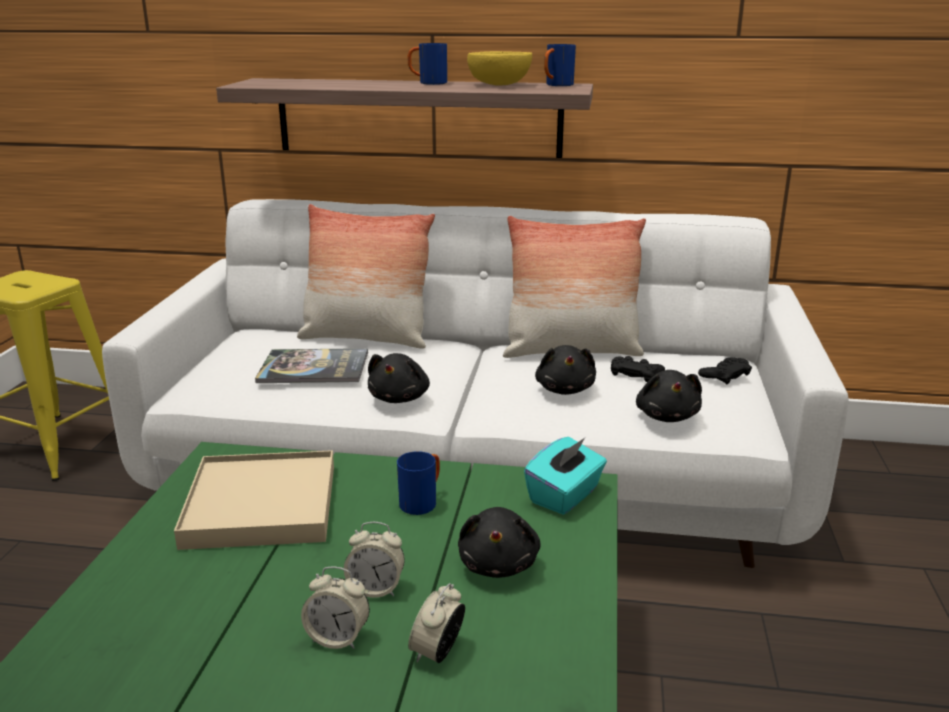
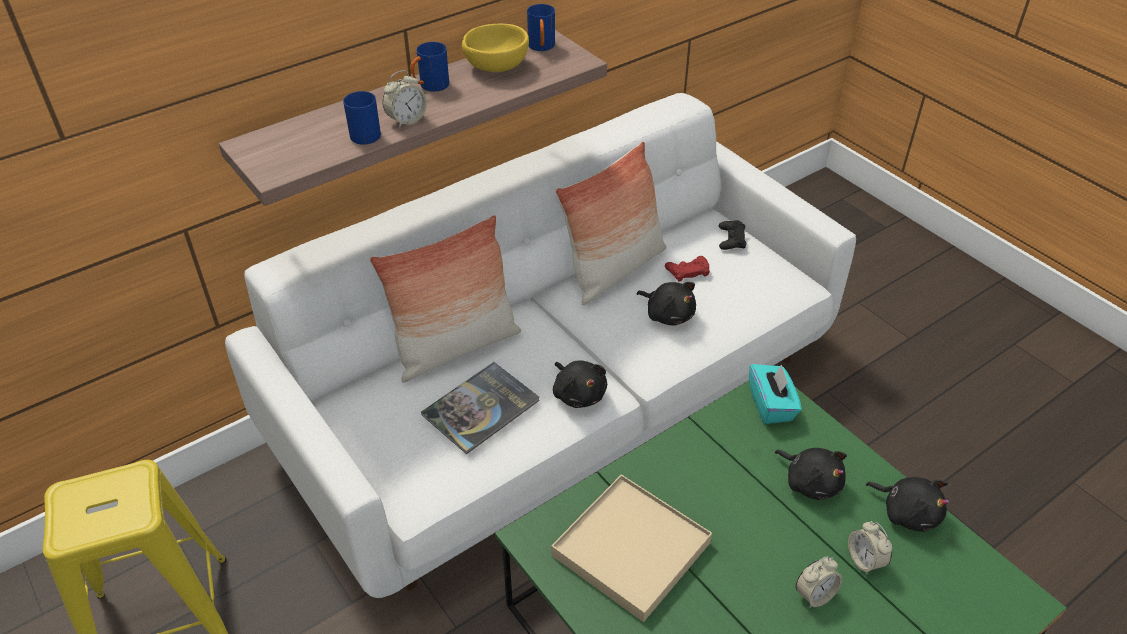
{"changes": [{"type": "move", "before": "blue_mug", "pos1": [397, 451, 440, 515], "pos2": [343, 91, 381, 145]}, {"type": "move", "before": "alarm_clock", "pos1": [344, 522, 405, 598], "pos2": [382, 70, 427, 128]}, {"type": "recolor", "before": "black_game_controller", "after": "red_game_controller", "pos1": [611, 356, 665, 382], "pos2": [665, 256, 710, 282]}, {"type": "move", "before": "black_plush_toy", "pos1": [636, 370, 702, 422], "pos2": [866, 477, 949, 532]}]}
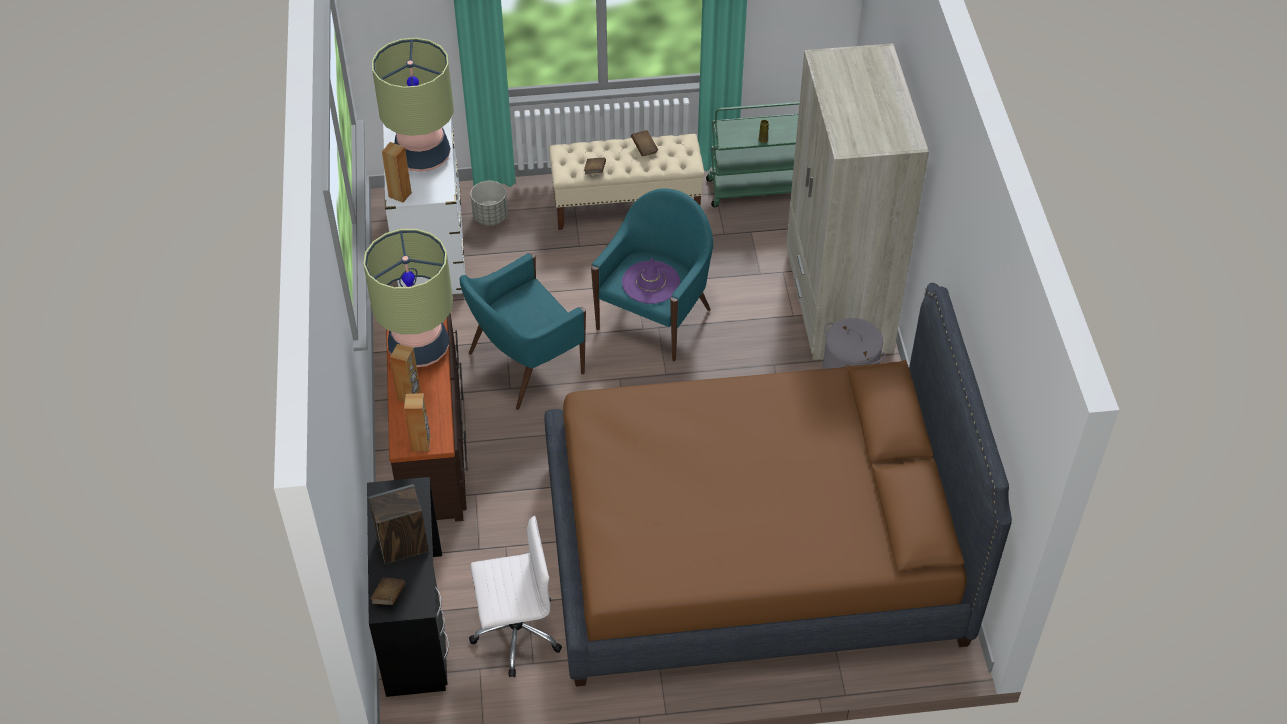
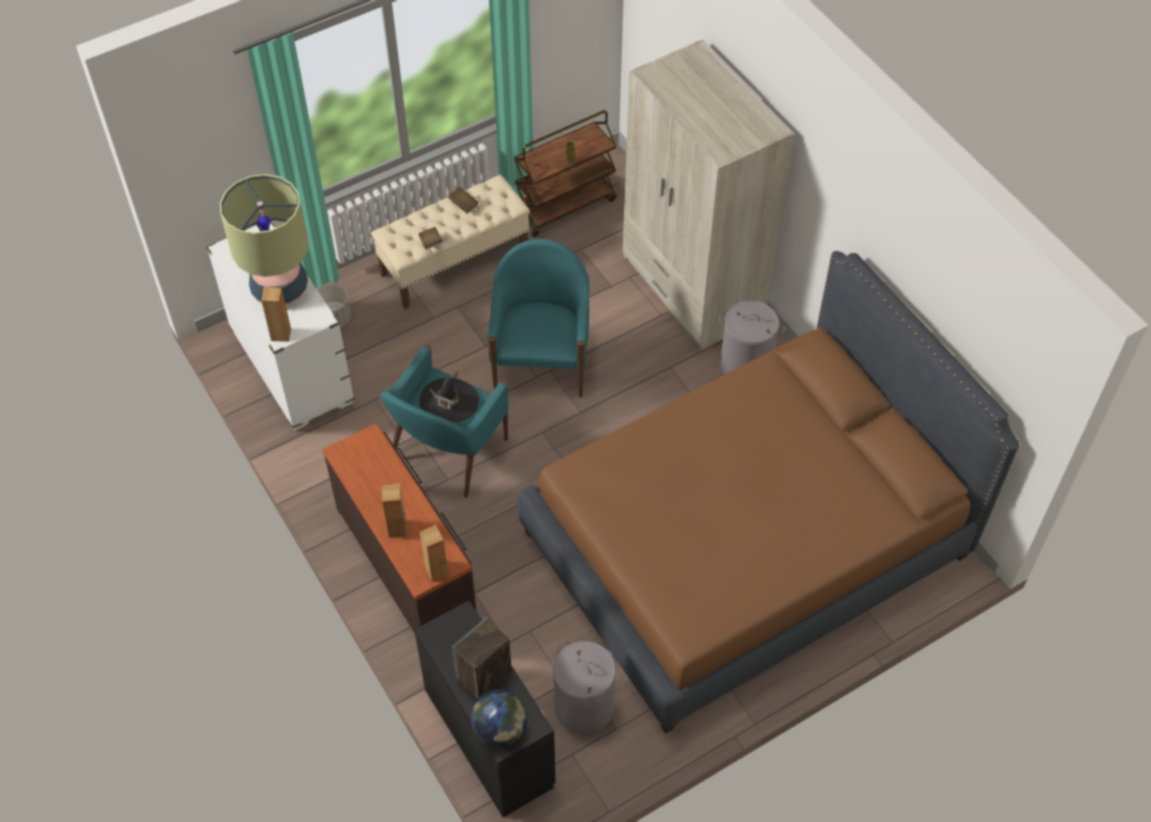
{"changes": [{"type": "insert", "after": "black_hat", "pos2": [419, 371, 479, 422]}, {"type": "replace", "before": "brown_book", "after": "globe", "pos1": [370, 578, 406, 605], "pos2": [471, 689, 528, 747]}, {"type": "recolor", "before": "green_cart", "after": "brown_cart", "pos1": [706, 102, 800, 207], "pos2": [514, 110, 617, 237]}, {"type": "replace", "before": "white_office_chair", "after": "grey_laundry_basket", "pos1": [469, 516, 562, 677], "pos2": [553, 641, 616, 734]}, {"type": "delete", "before": "table_lamp", "pos1": [363, 229, 453, 367]}, {"type": "delete", "before": "purple_hat", "pos1": [622, 257, 680, 304]}]}
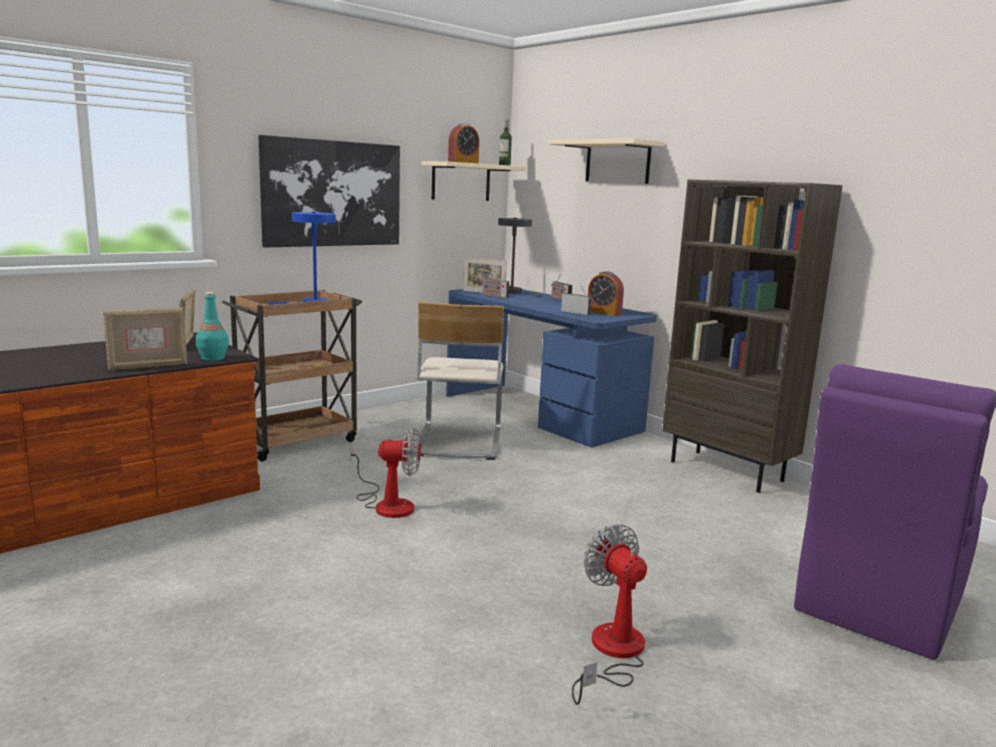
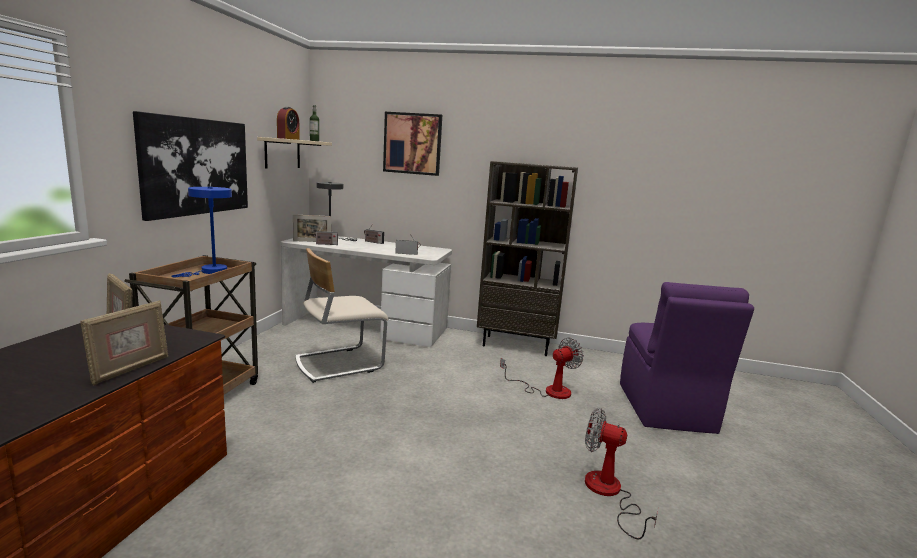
{"changes": [{"type": "recolor", "before": "blue_desk", "after": "white_desk", "pos1": [446, 289, 657, 447], "pos2": [281, 236, 452, 347]}, {"type": "rotate", "before": "beige_chair", "pos1": [414, 302, 504, 460], "pos2": [295, 248, 389, 383], "turn": 90}, {"type": "replace", "before": "beige_shelf", "after": "picture", "pos1": [549, 138, 664, 184], "pos2": [383, 112, 442, 176]}, {"type": "move", "before": "fan", "pos1": [350, 427, 421, 518], "pos2": [500, 338, 584, 399]}, {"type": "delete", "before": "turquoise_bottle", "pos1": [196, 292, 229, 361]}, {"type": "delete", "before": "alarm_clock", "pos1": [588, 271, 624, 316]}]}
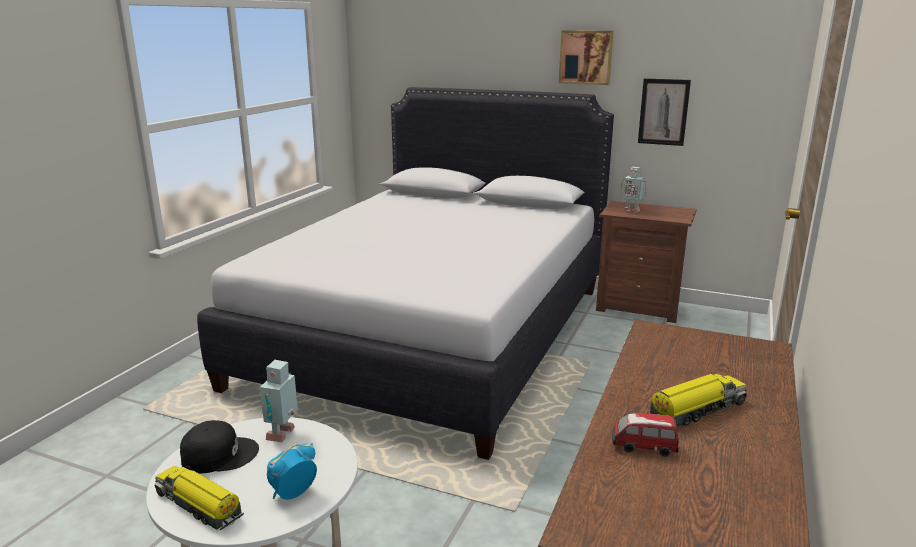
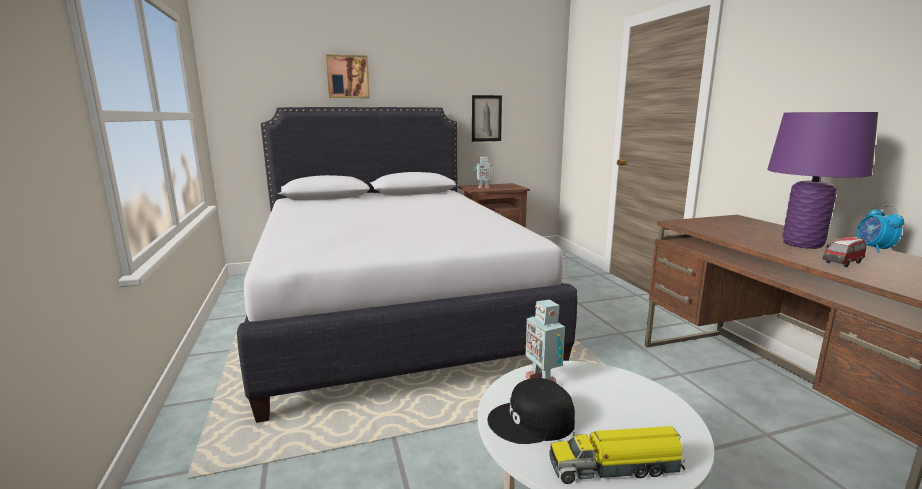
{"changes": [{"type": "move", "before": "picture", "pos1": [559, 30, 614, 85], "pos2": [326, 54, 370, 98]}, {"type": "rotate", "before": "black_cap", "pos1": [180, 420, 259, 474], "pos2": [488, 378, 575, 444], "turn": -135}, {"type": "replace", "before": "toy_truck", "after": "purple_table_lamp", "pos1": [647, 373, 747, 426], "pos2": [767, 112, 878, 249]}, {"type": "move", "before": "alarm_clock", "pos1": [267, 443, 317, 500], "pos2": [857, 205, 904, 253]}]}
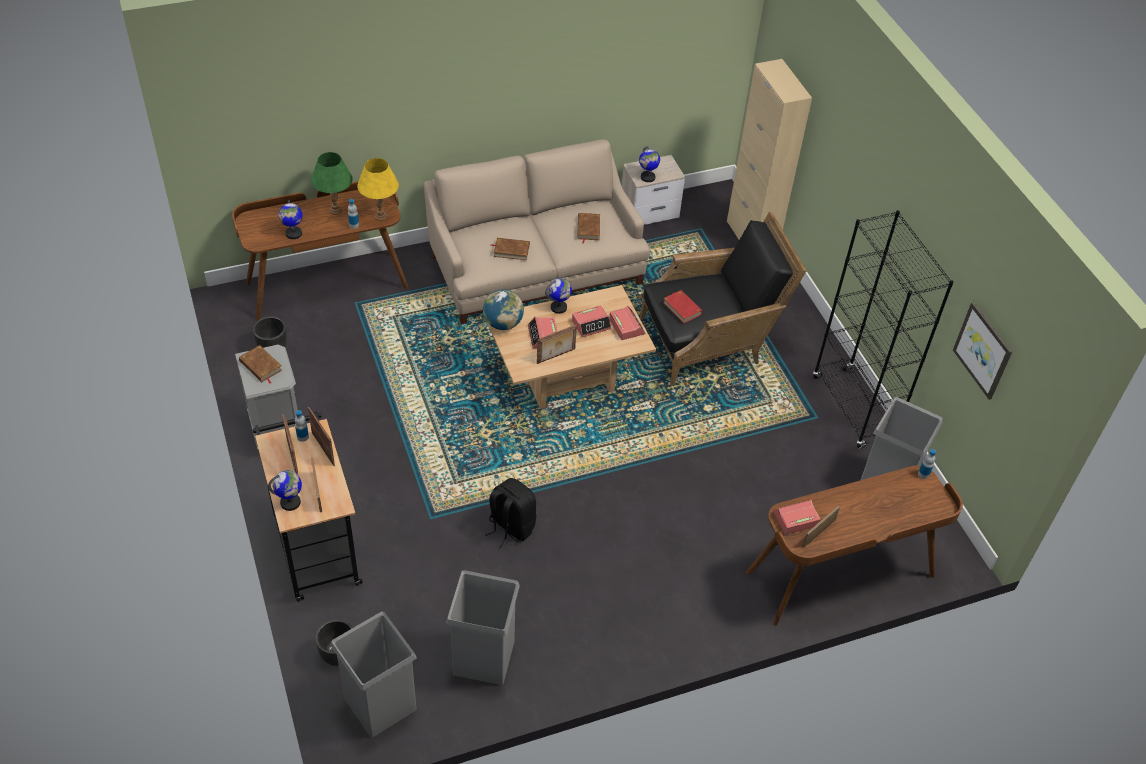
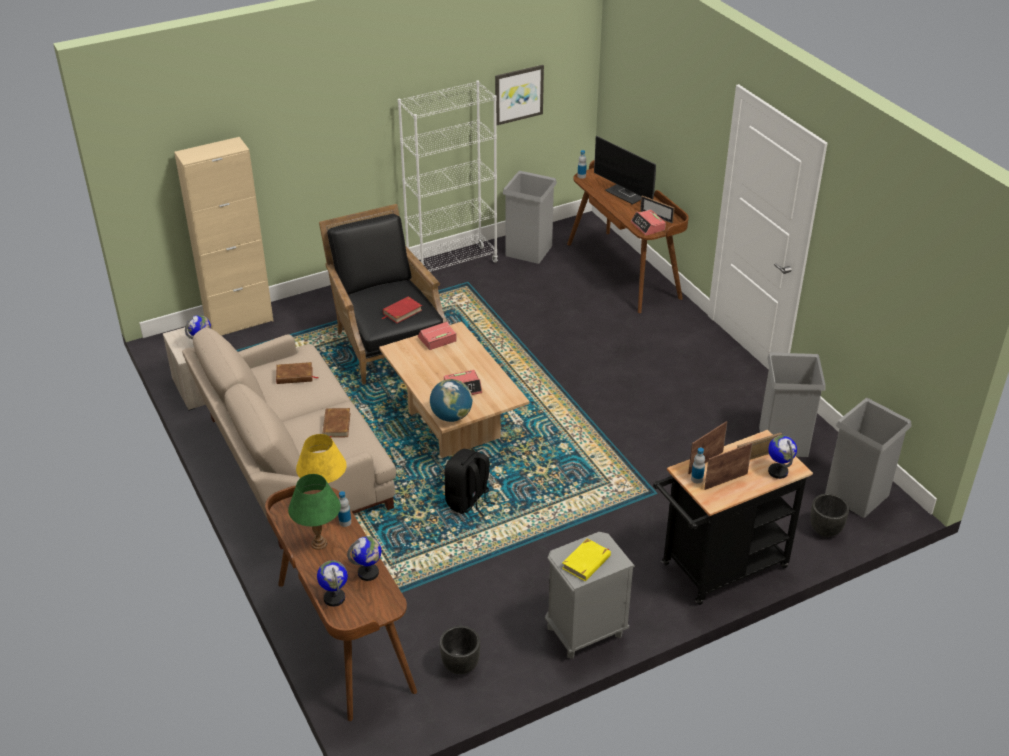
{"changes": [{"type": "move", "before": "globe", "pos1": [545, 278, 572, 314], "pos2": [317, 560, 348, 607]}, {"type": "recolor", "before": "black_bookcase", "after": "white_bookcase", "pos1": [813, 211, 954, 448], "pos2": [398, 80, 498, 272]}, {"type": "move", "before": "black_backpack", "pos1": [485, 478, 536, 548], "pos2": [445, 449, 496, 516]}, {"type": "recolor", "before": "brown_book", "after": "yellow_book", "pos1": [239, 345, 282, 383], "pos2": [562, 538, 611, 581]}, {"type": "insert", "after": "monitor", "pos2": [594, 136, 656, 205]}, {"type": "delete", "before": "picture_frame", "pos1": [536, 324, 577, 364]}, {"type": "delete", "before": "alarm_clock", "pos1": [572, 305, 611, 337]}]}
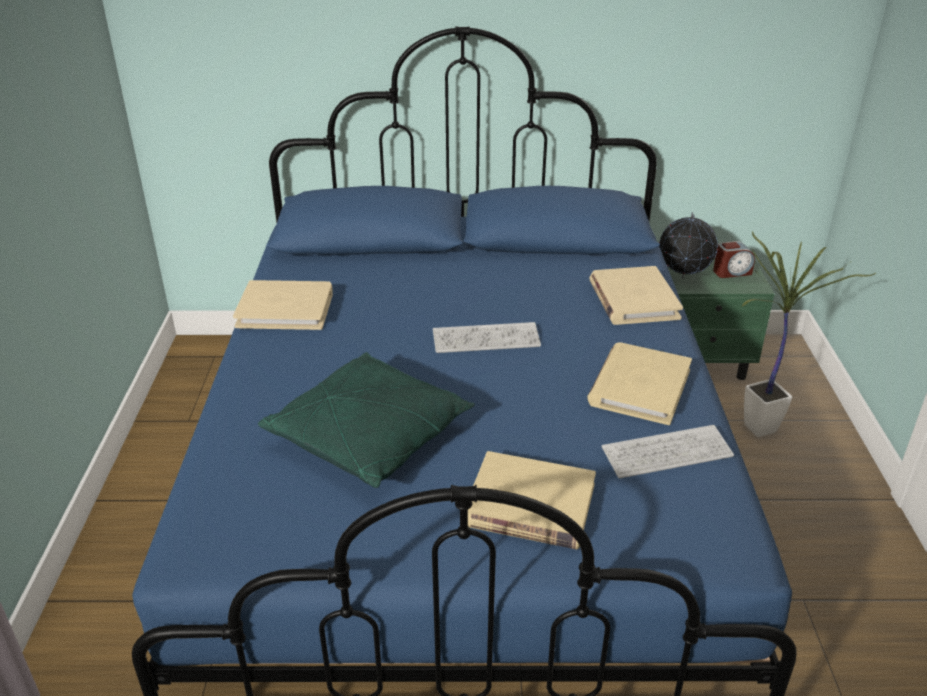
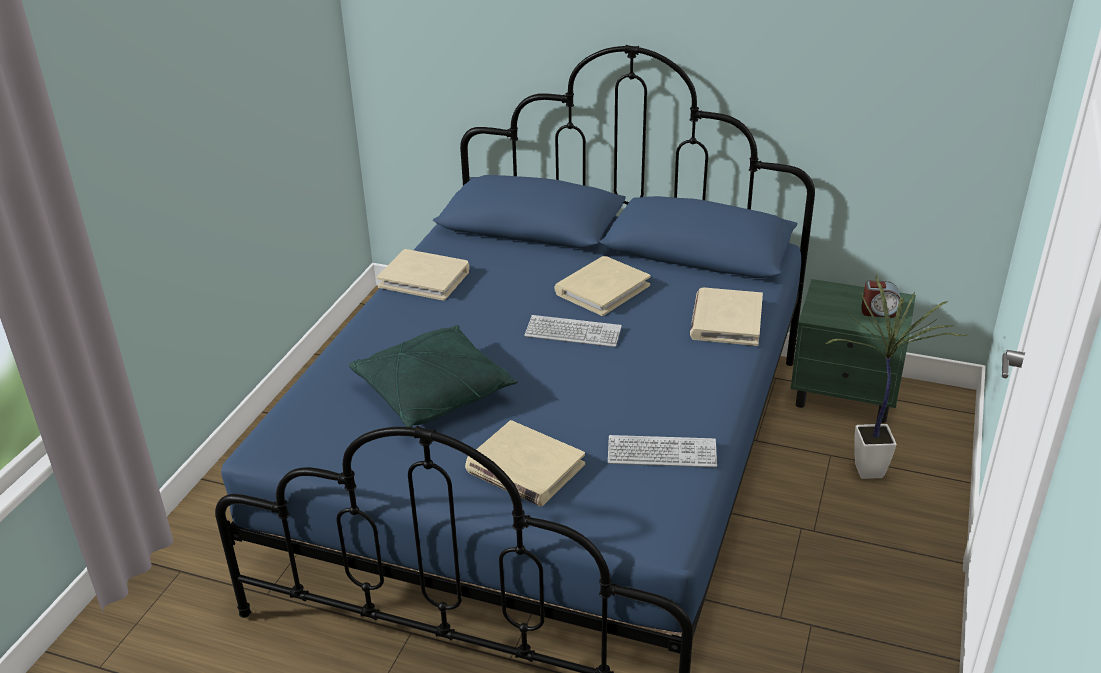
{"changes": [{"type": "move", "before": "beige_book", "pos1": [587, 342, 692, 425], "pos2": [555, 256, 651, 316]}, {"type": "delete", "before": "globe", "pos1": [659, 212, 718, 279]}]}
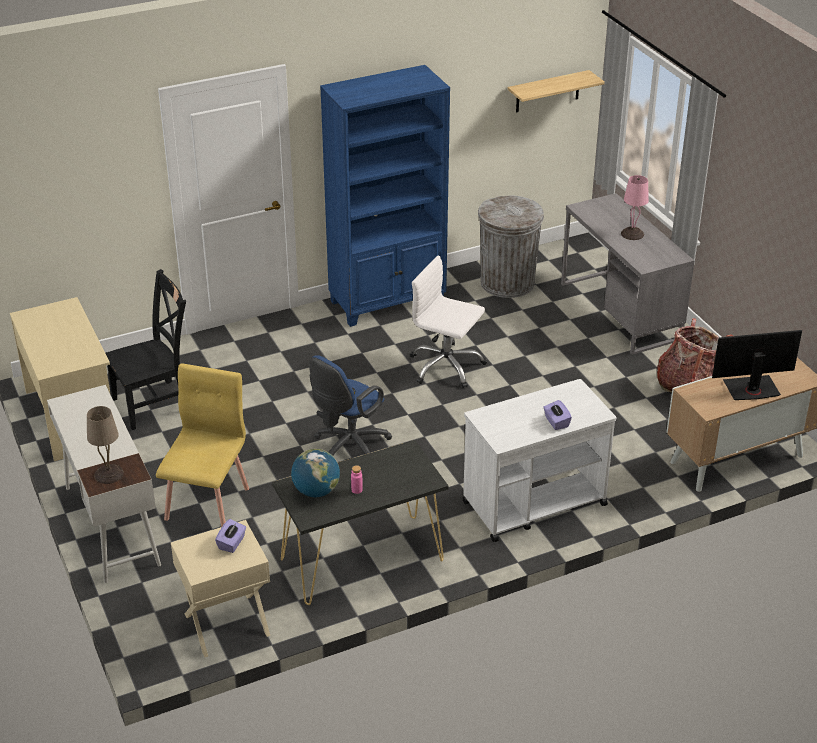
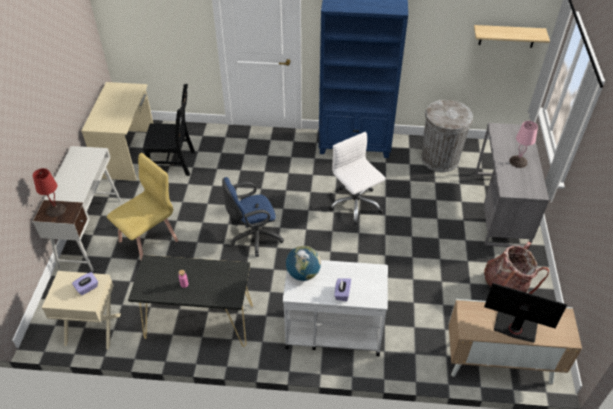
{"changes": [{"type": "recolor", "before": "beige_table_lamp", "after": "red_table_lamp", "pos1": [87, 406, 124, 484], "pos2": [33, 168, 66, 217]}, {"type": "move", "before": "globe", "pos1": [291, 449, 340, 497], "pos2": [286, 246, 321, 281]}]}
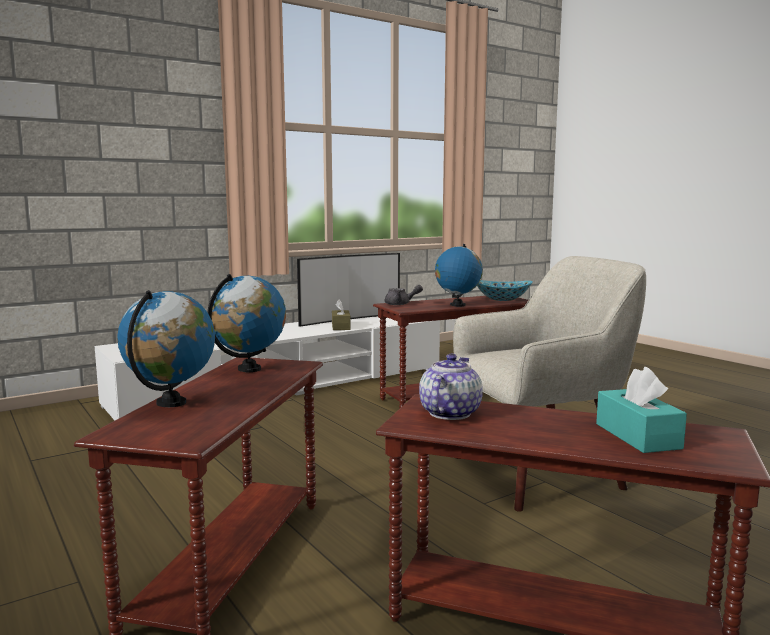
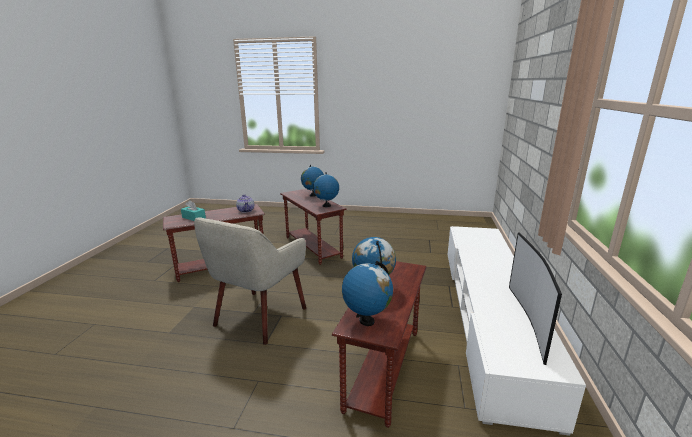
{"changes": [{"type": "replace", "before": "bowl", "after": "globe", "pos1": [477, 280, 533, 301], "pos2": [342, 261, 393, 326]}, {"type": "delete", "before": "brown_tissue_box", "pos1": [332, 299, 351, 330]}, {"type": "delete", "before": "grey_teapot", "pos1": [385, 285, 423, 305]}]}
